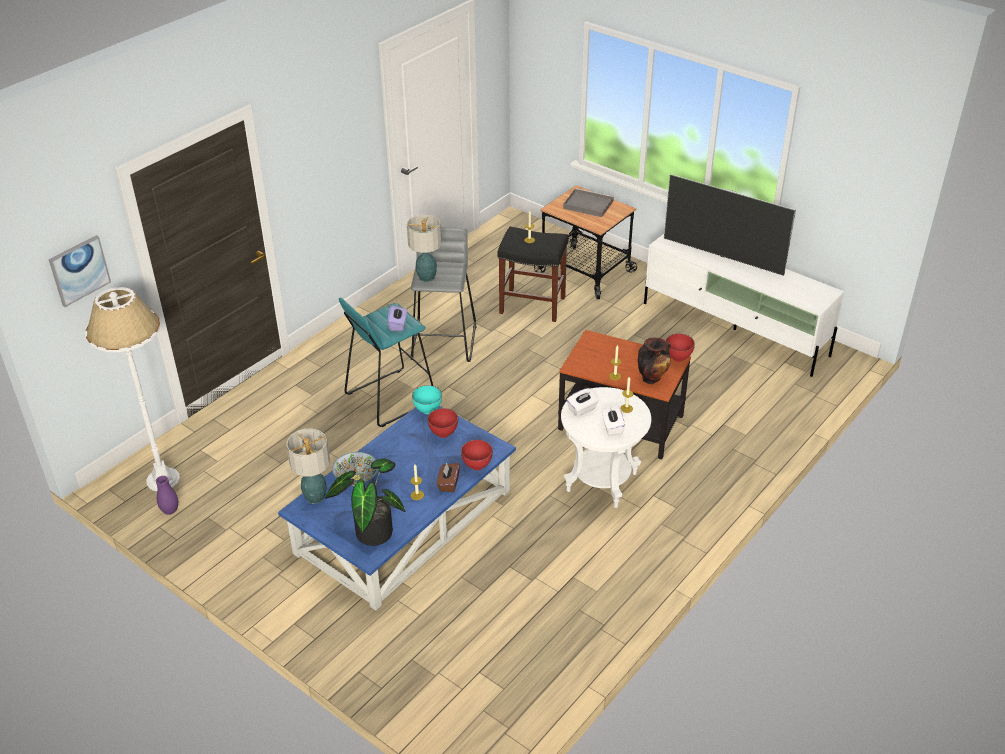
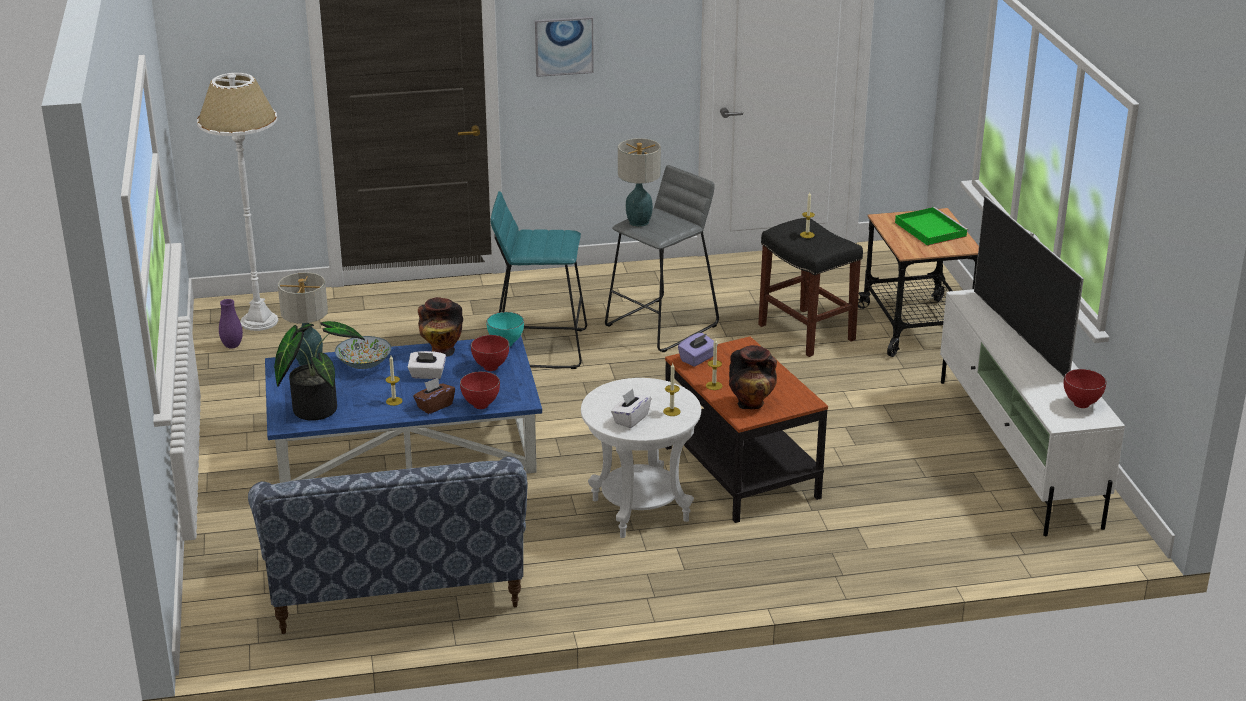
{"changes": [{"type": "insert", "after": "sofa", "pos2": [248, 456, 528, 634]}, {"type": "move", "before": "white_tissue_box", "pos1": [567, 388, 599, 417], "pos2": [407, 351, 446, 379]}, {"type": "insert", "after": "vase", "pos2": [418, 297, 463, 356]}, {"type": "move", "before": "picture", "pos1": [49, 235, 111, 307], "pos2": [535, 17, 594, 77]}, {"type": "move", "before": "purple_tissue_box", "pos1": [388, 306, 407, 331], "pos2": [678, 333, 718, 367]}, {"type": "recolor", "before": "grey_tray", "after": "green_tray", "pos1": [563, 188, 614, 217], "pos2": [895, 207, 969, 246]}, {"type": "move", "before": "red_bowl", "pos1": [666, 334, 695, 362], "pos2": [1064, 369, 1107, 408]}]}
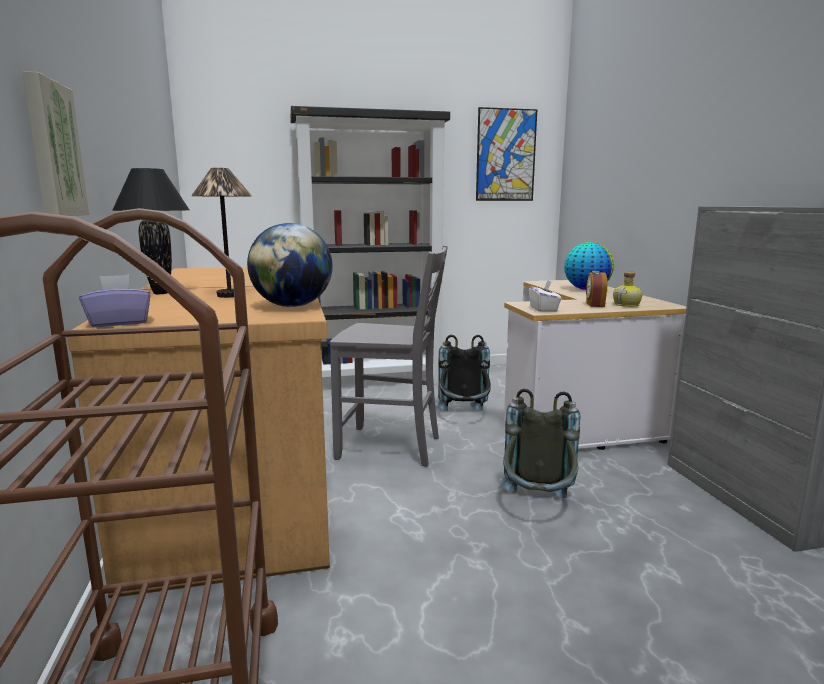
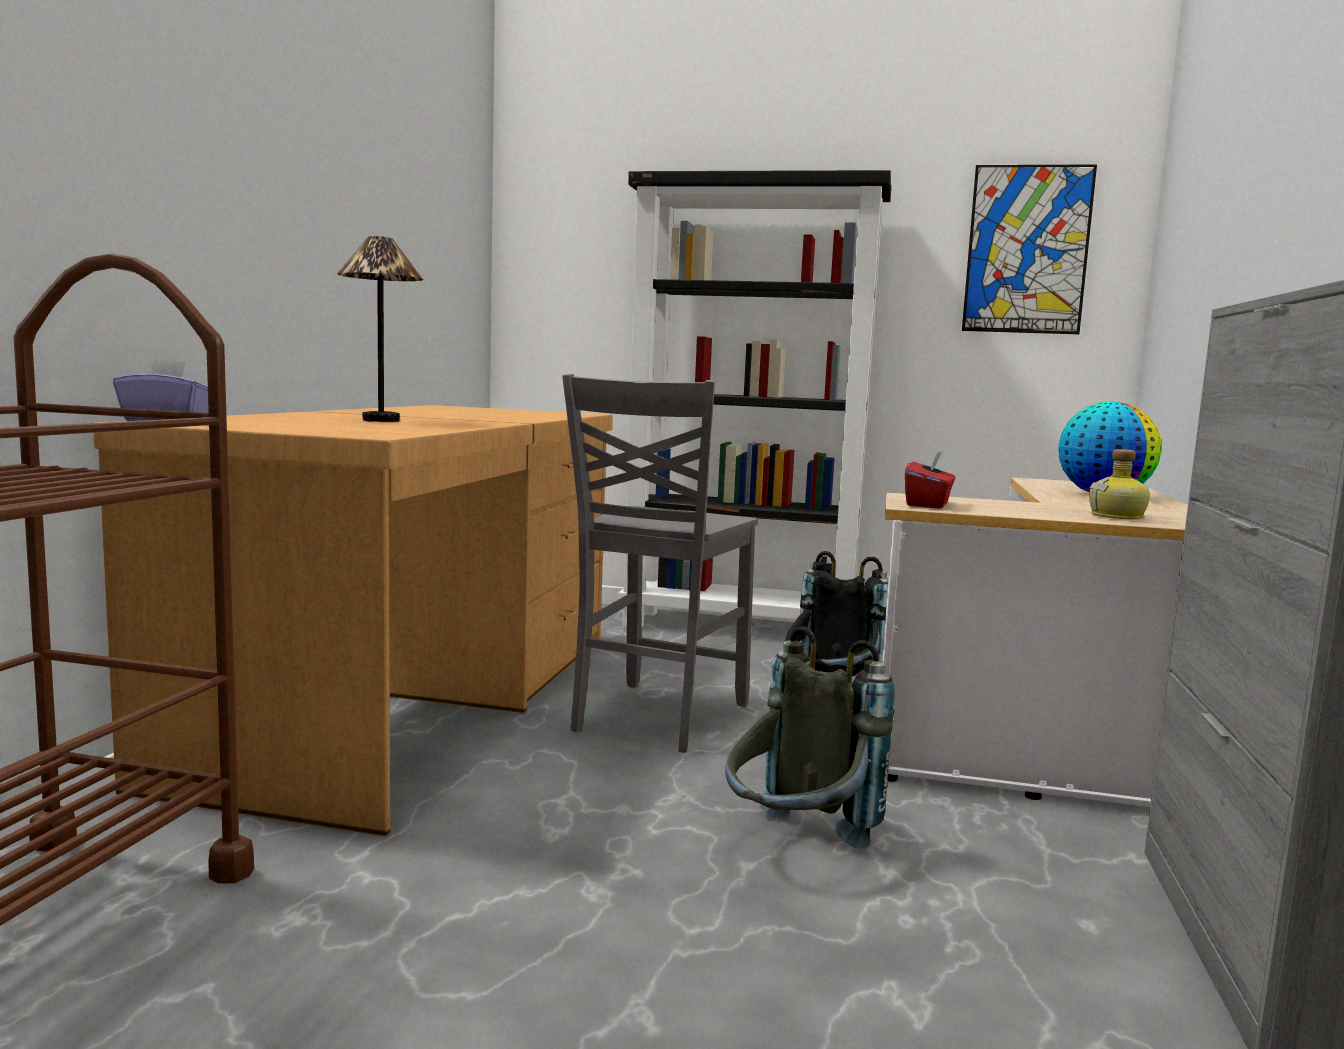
{"changes": [{"type": "rotate", "before": "grey_chair", "pos1": [330, 246, 448, 467], "pos2": [562, 374, 758, 753], "turn": 75}, {"type": "recolor", "before": "white_tissue_box", "after": "red_tissue_box", "pos1": [529, 280, 562, 312], "pos2": [905, 451, 956, 509]}, {"type": "delete", "before": "picture", "pos1": [22, 71, 89, 216]}, {"type": "delete", "before": "black_table_lamp", "pos1": [112, 168, 190, 294]}, {"type": "delete", "before": "globe", "pos1": [247, 223, 333, 307]}, {"type": "delete", "before": "alarm_clock", "pos1": [586, 271, 607, 307]}]}
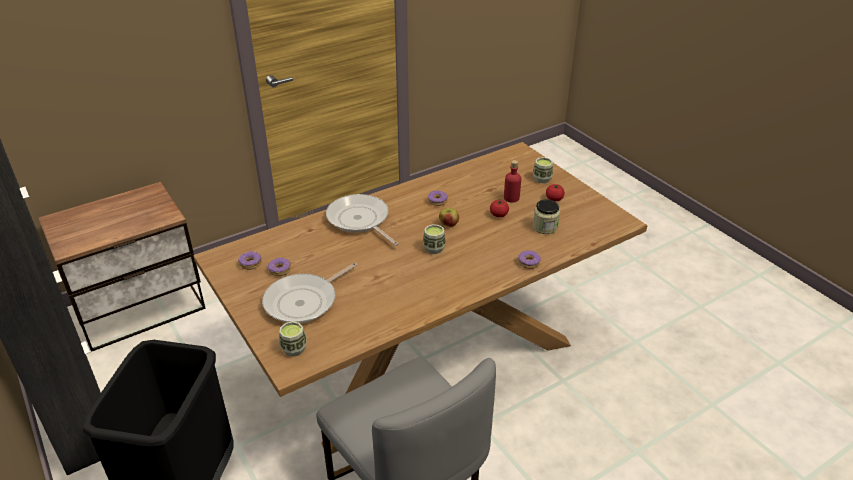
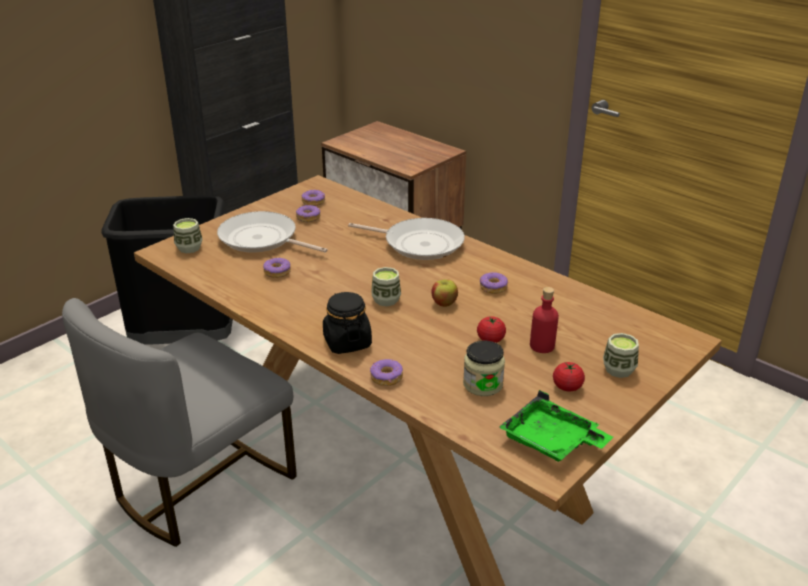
{"changes": [{"type": "insert", "after": "donut", "pos2": [263, 258, 291, 278]}, {"type": "insert", "after": "black_jar", "pos2": [323, 292, 372, 354]}, {"type": "rotate", "before": "frying_pan", "pos1": [326, 194, 399, 246], "pos2": [348, 218, 465, 260], "turn": 75}, {"type": "insert", "after": "green_tray", "pos2": [499, 390, 613, 462]}]}
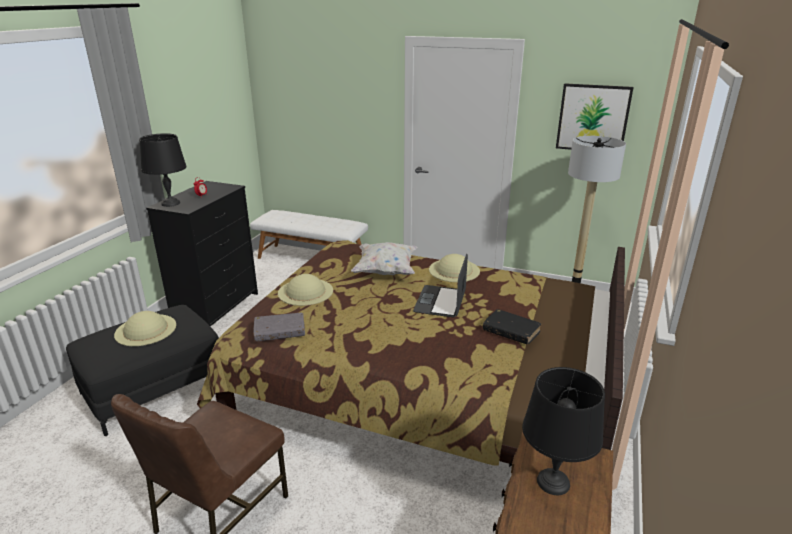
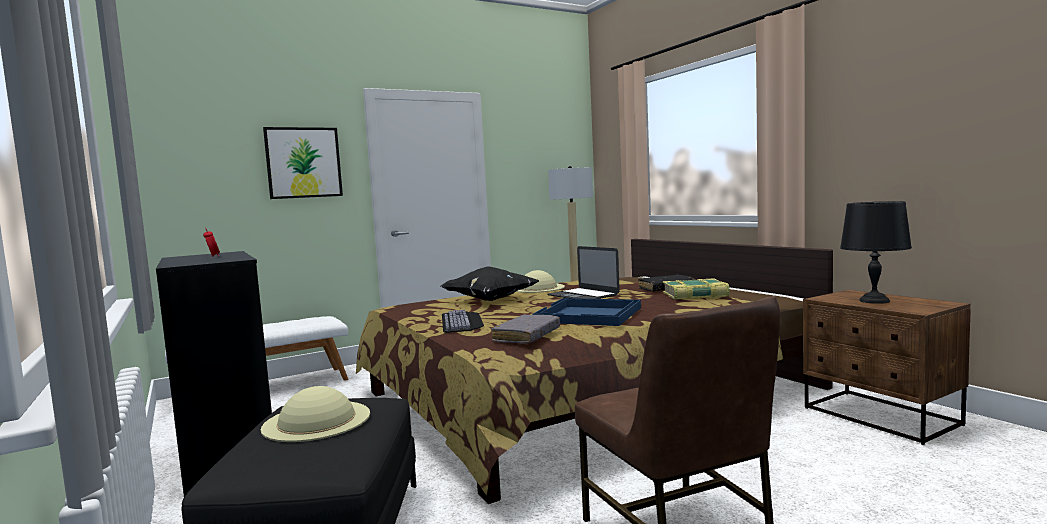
{"changes": [{"type": "move", "before": "picture", "pos1": [556, 83, 634, 150], "pos2": [263, 127, 343, 199]}, {"type": "recolor", "before": "white_pillow", "after": "black_pillow", "pos1": [351, 242, 417, 275], "pos2": [441, 266, 539, 301]}, {"type": "replace", "before": "beige_hat", "after": "keyboard", "pos1": [278, 274, 333, 306], "pos2": [442, 310, 484, 333]}, {"type": "insert", "after": "blue_tray", "pos2": [532, 298, 641, 326]}, {"type": "insert", "after": "book", "pos2": [663, 278, 730, 299]}, {"type": "delete", "before": "black_table_lamp", "pos1": [139, 133, 186, 207]}]}
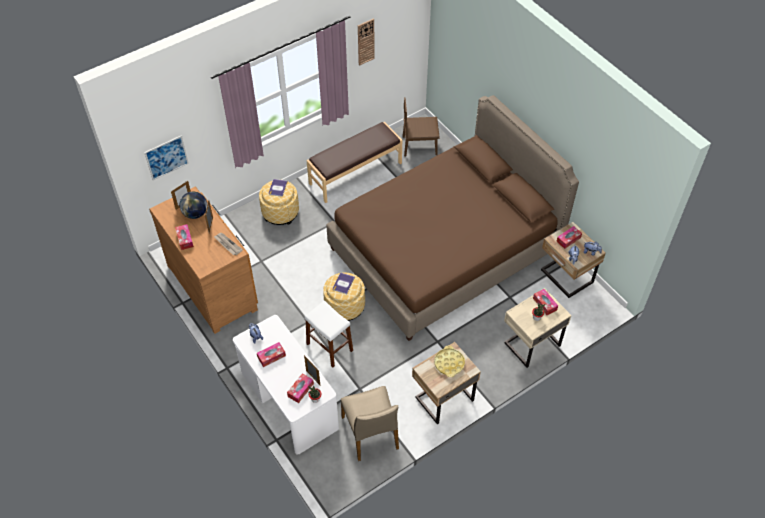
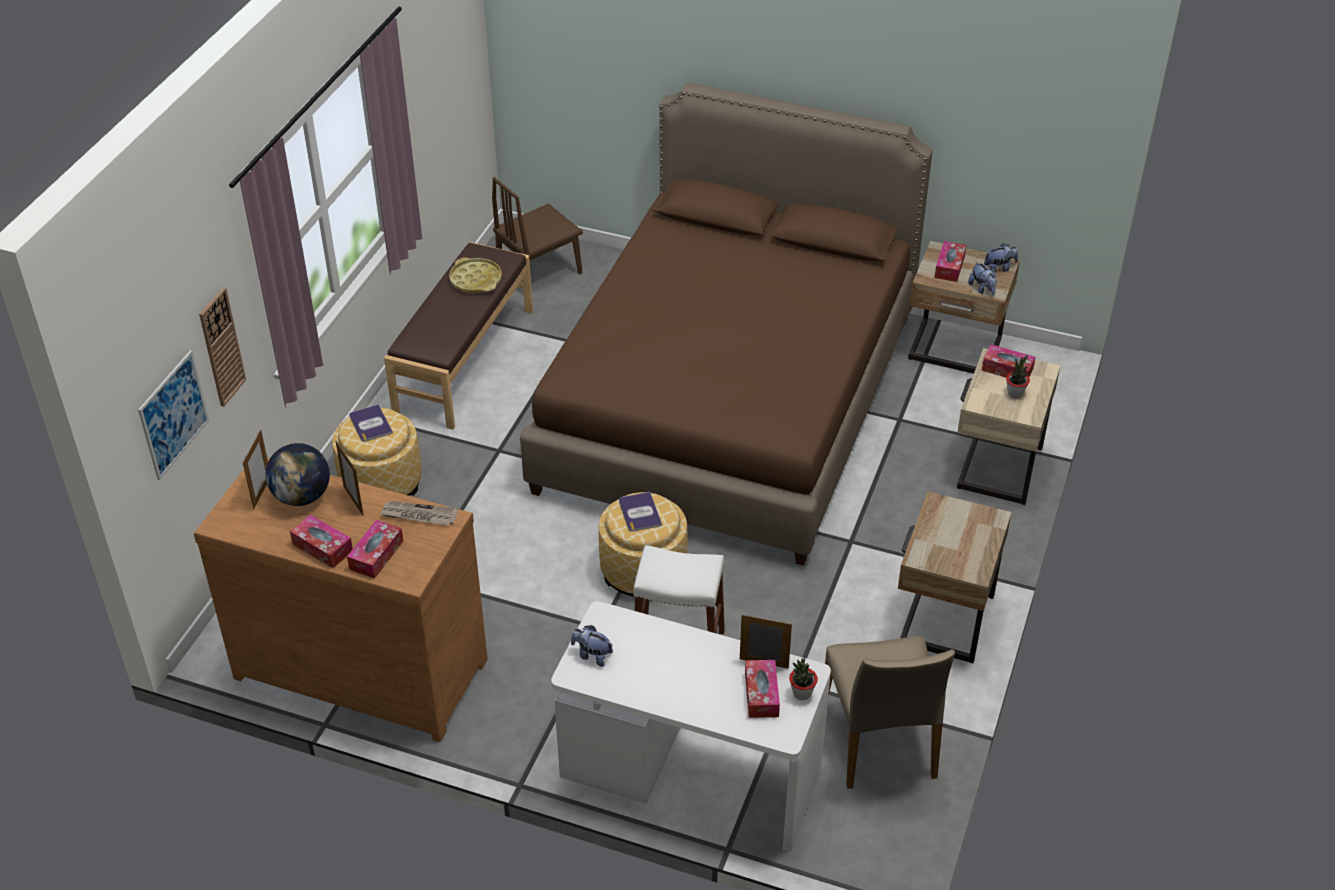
{"changes": [{"type": "move", "before": "wall_clock", "pos1": [358, 19, 375, 66], "pos2": [199, 287, 246, 407]}, {"type": "move", "before": "tissue_box", "pos1": [257, 342, 286, 367], "pos2": [347, 520, 403, 579]}, {"type": "move", "before": "yellow_tray", "pos1": [434, 346, 465, 377], "pos2": [449, 257, 502, 293]}, {"type": "rotate", "before": "beige_chair", "pos1": [341, 386, 399, 461], "pos2": [825, 636, 955, 789], "turn": 45}]}
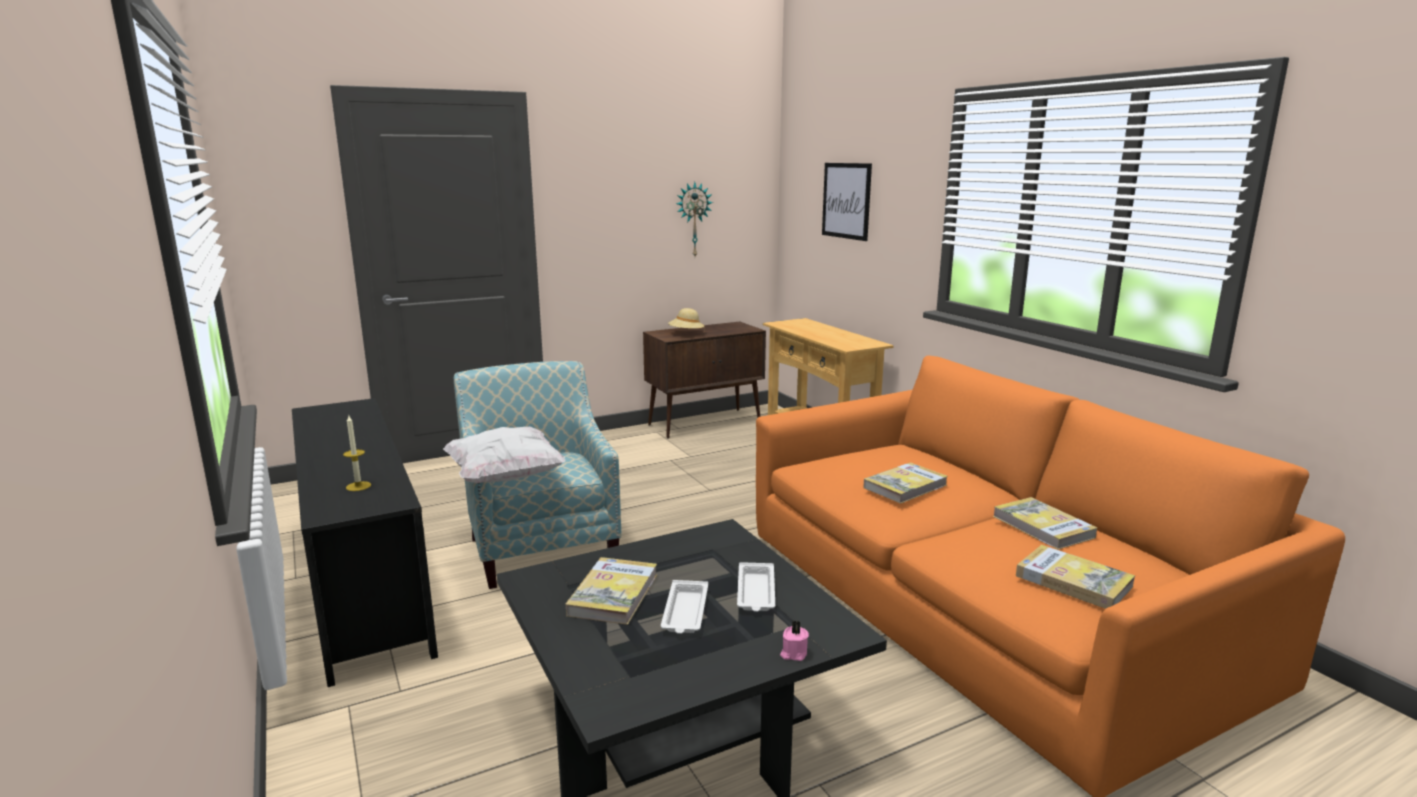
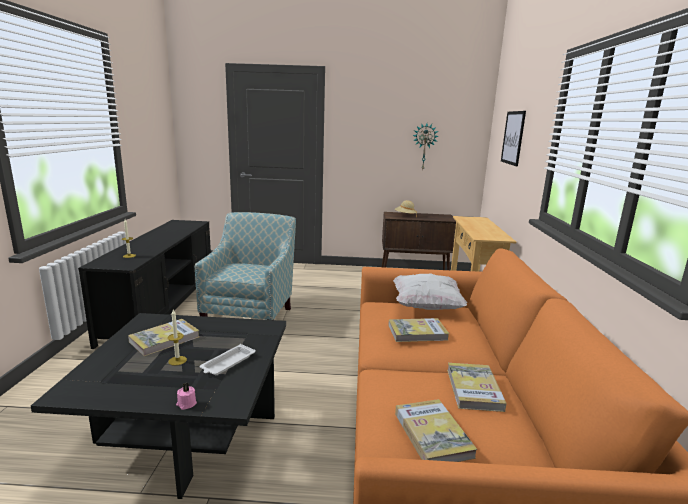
{"changes": [{"type": "replace", "before": "white_tray", "after": "candle", "pos1": [661, 580, 708, 634], "pos2": [168, 310, 187, 366]}, {"type": "move", "before": "white_pillow", "pos1": [443, 427, 565, 483], "pos2": [393, 274, 467, 310]}]}
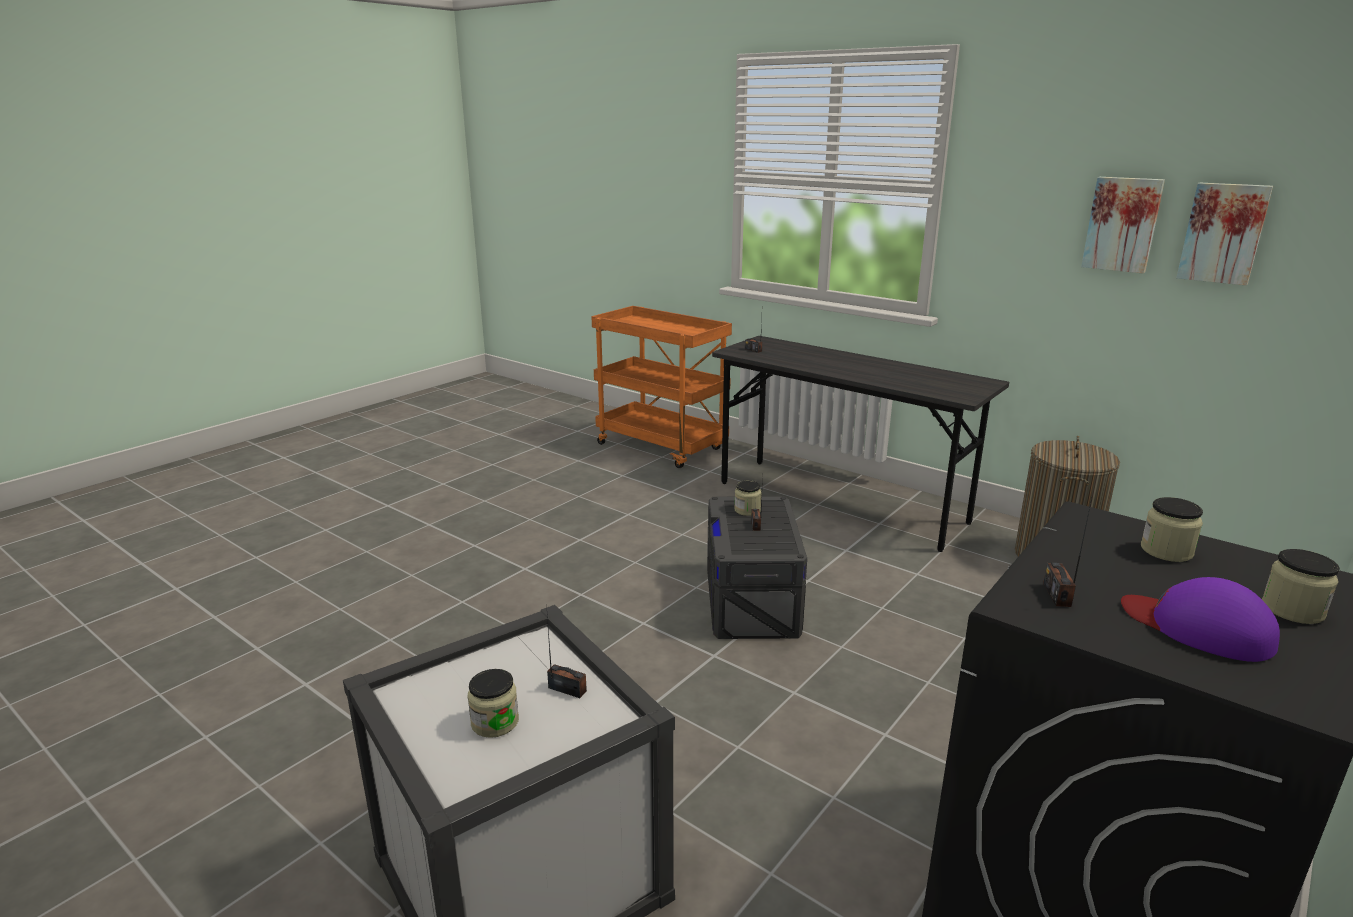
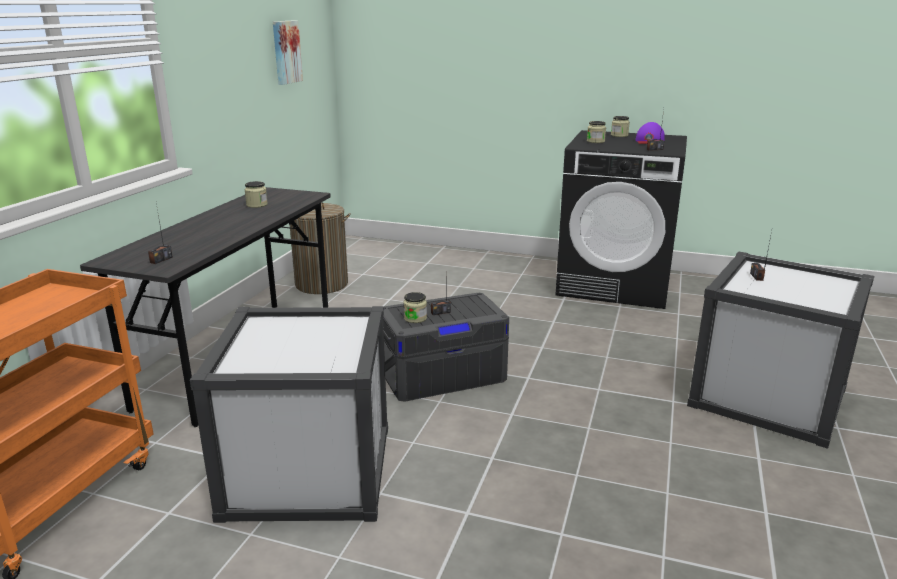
{"changes": [{"type": "insert", "after": "white_storage_box", "pos2": [190, 306, 388, 523]}, {"type": "move", "before": "jar", "pos1": [467, 669, 519, 738], "pos2": [245, 181, 268, 208]}, {"type": "delete", "before": "picture", "pos1": [1081, 177, 1165, 273]}]}
